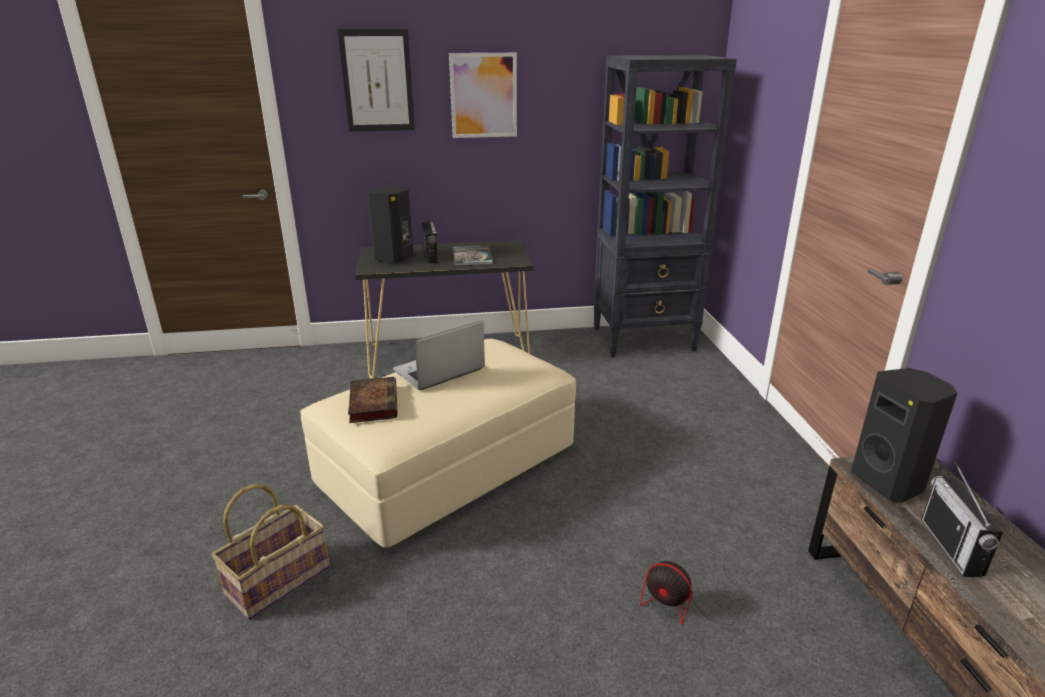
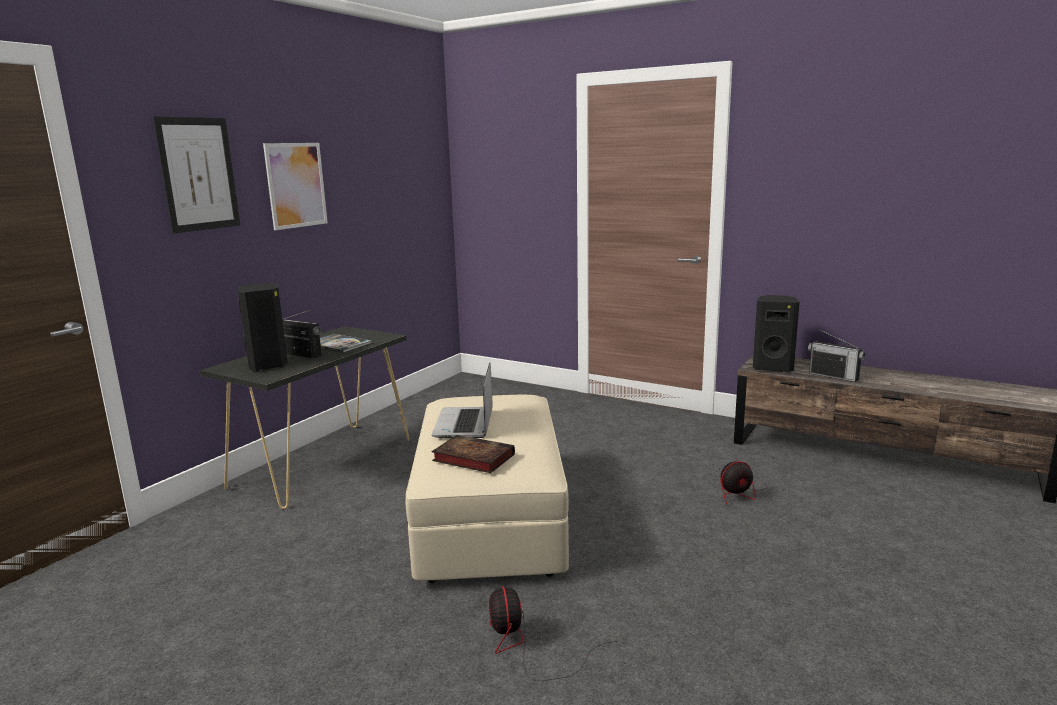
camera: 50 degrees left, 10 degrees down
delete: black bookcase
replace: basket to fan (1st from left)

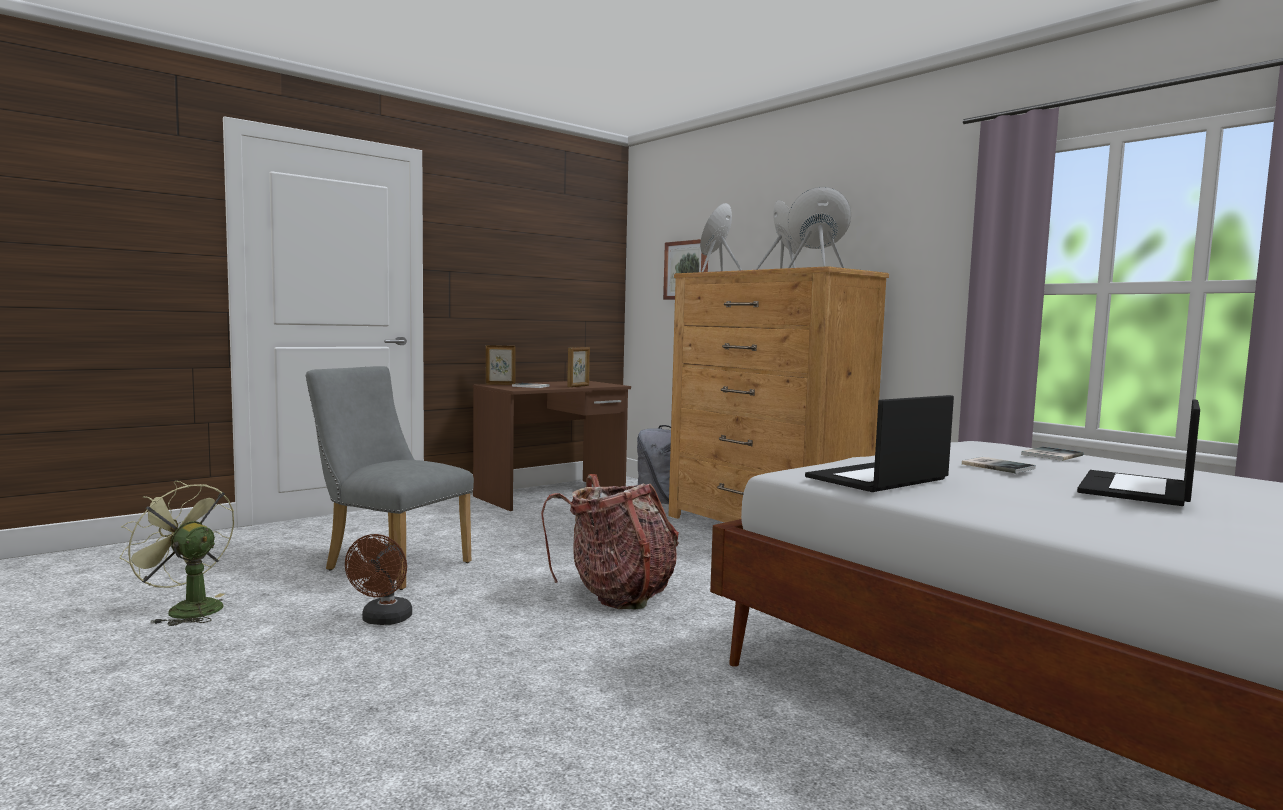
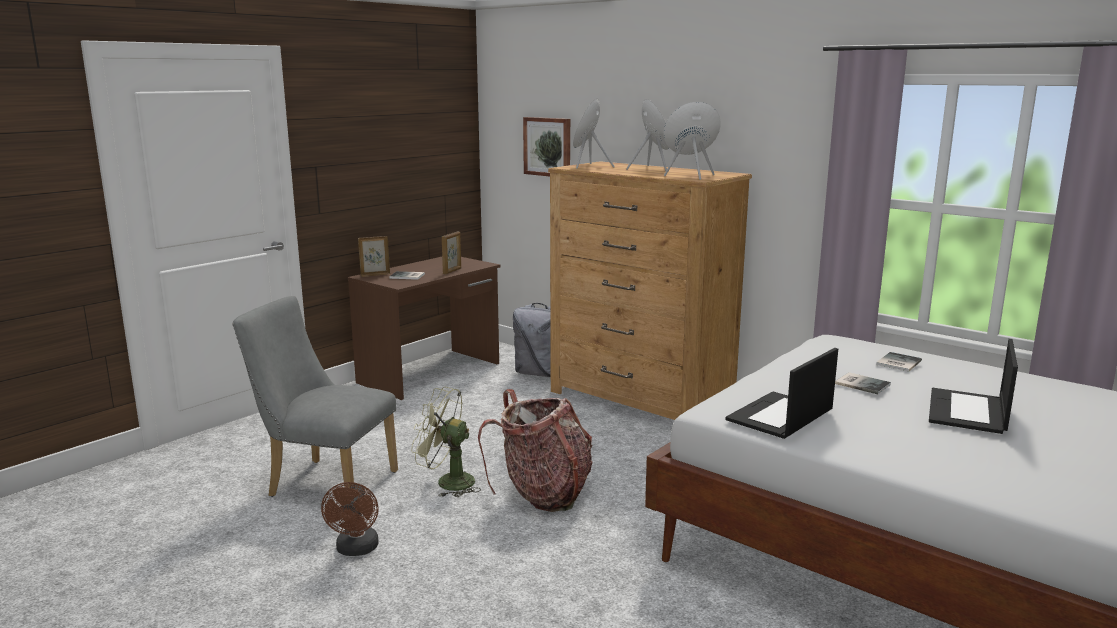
camera: 10 degrees left, 10 degrees up
move: green fan

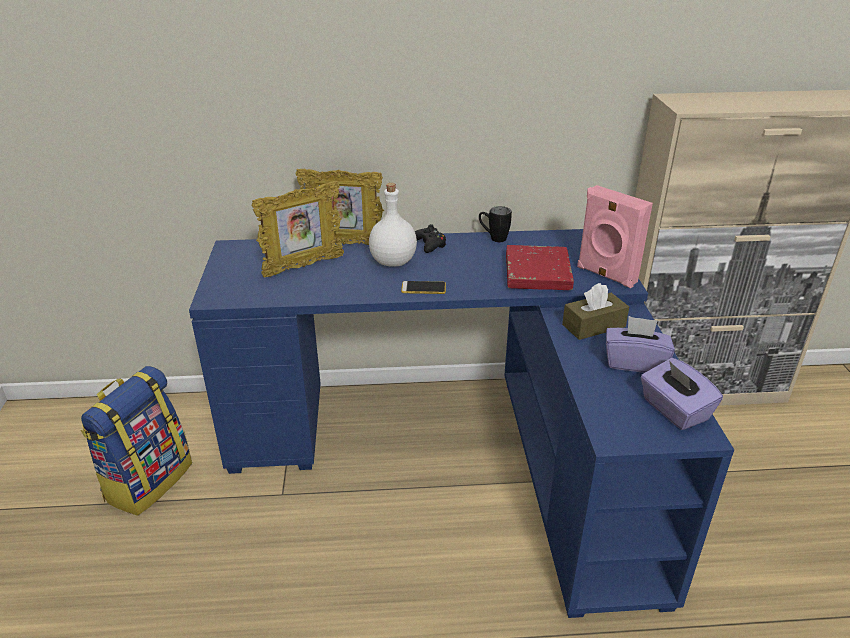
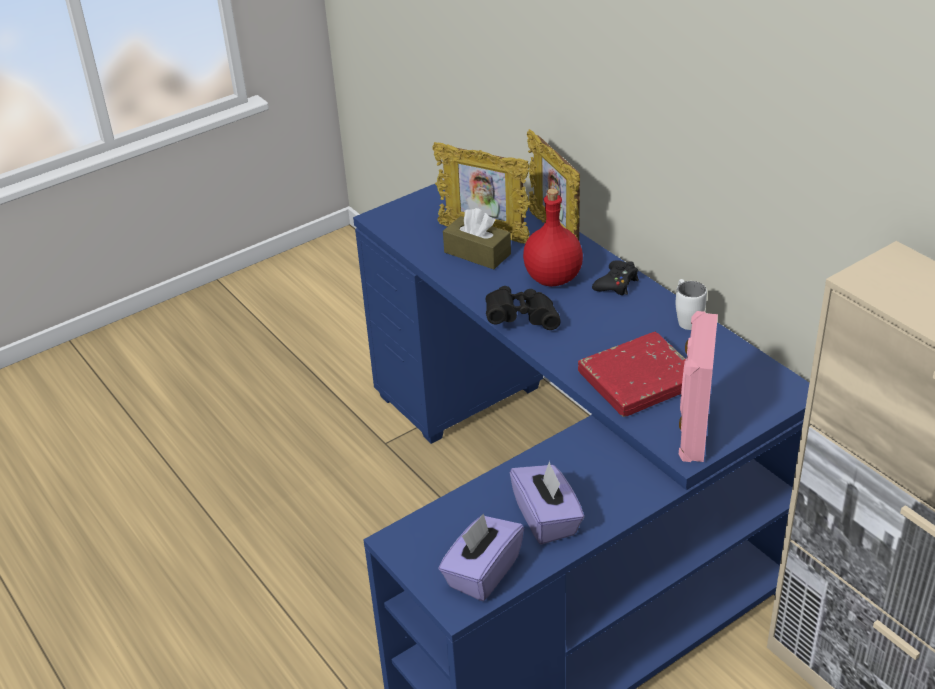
camera: 60 degrees right, 5 degrees up
delete: backpack
move: brown tissue box
replace: phone to black binoculars
recolor: white bottle to red bottle; black mug to white mug

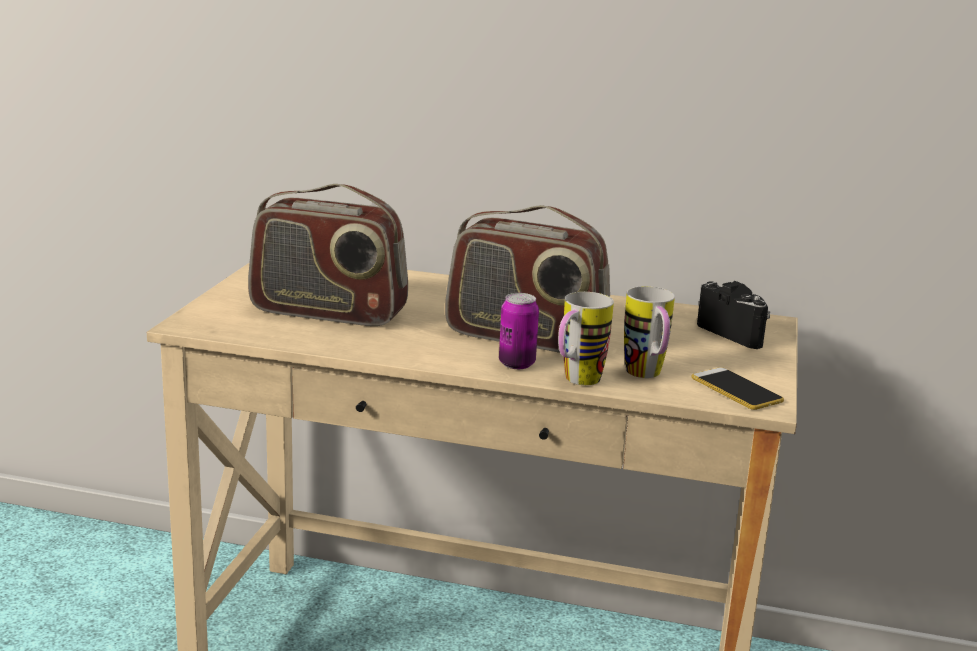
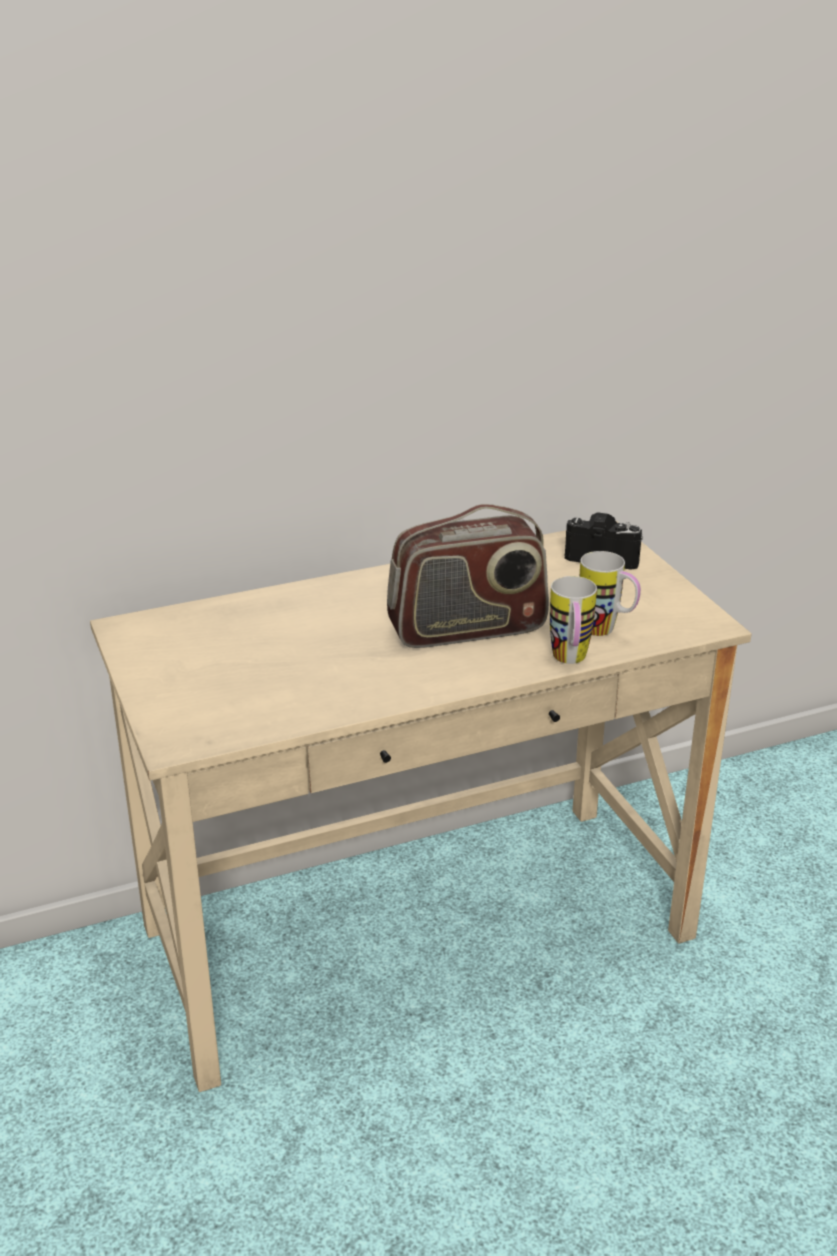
camera: 35 degrees left, 10 degrees up
delete: radio (1st from left); can; phone

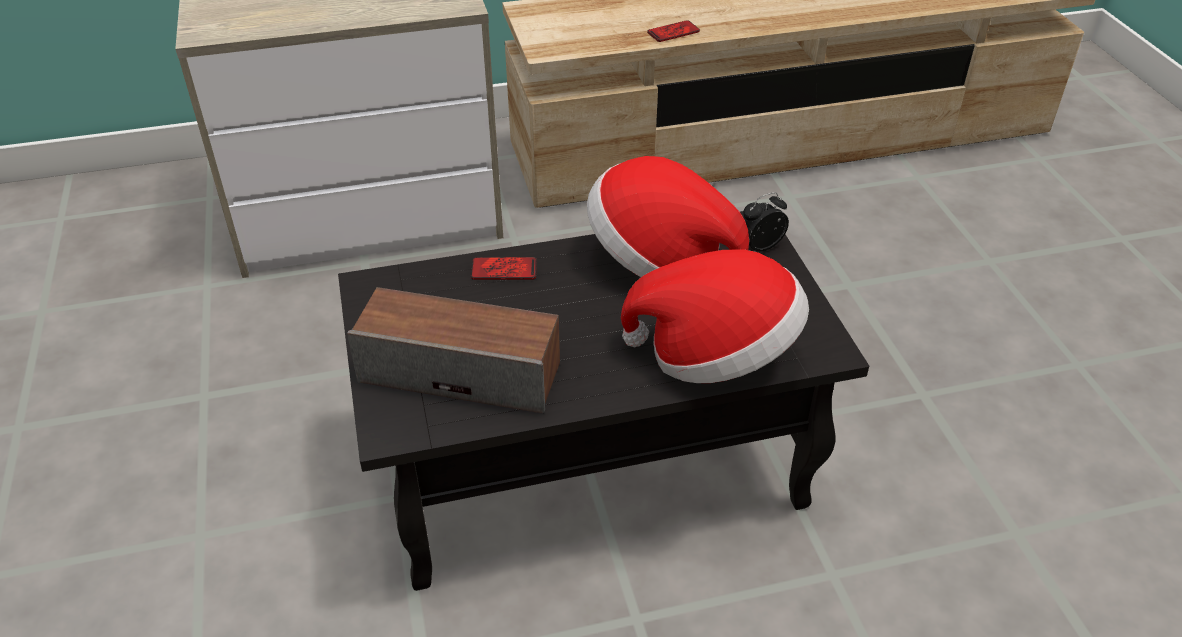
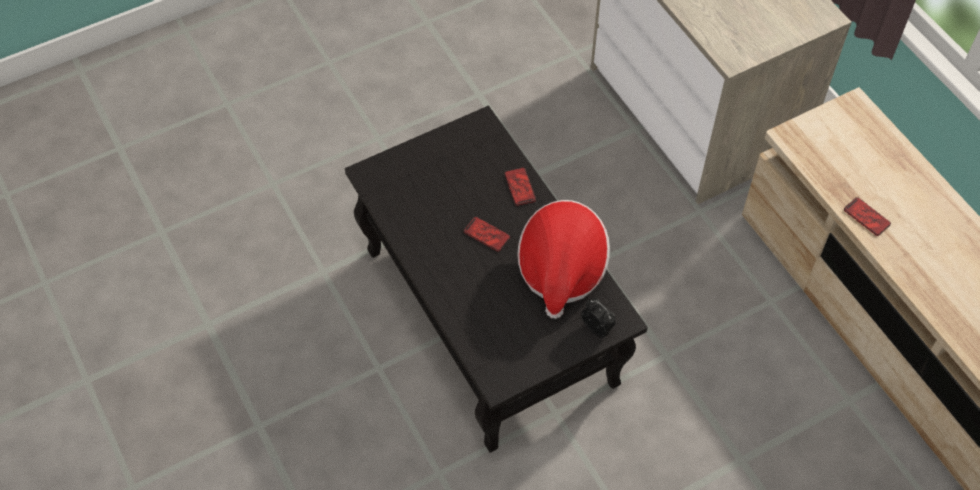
camera: 75 degrees right, 15 degrees up
delete: speaker; hat (2nd from left)
insert: phone (1st from left)

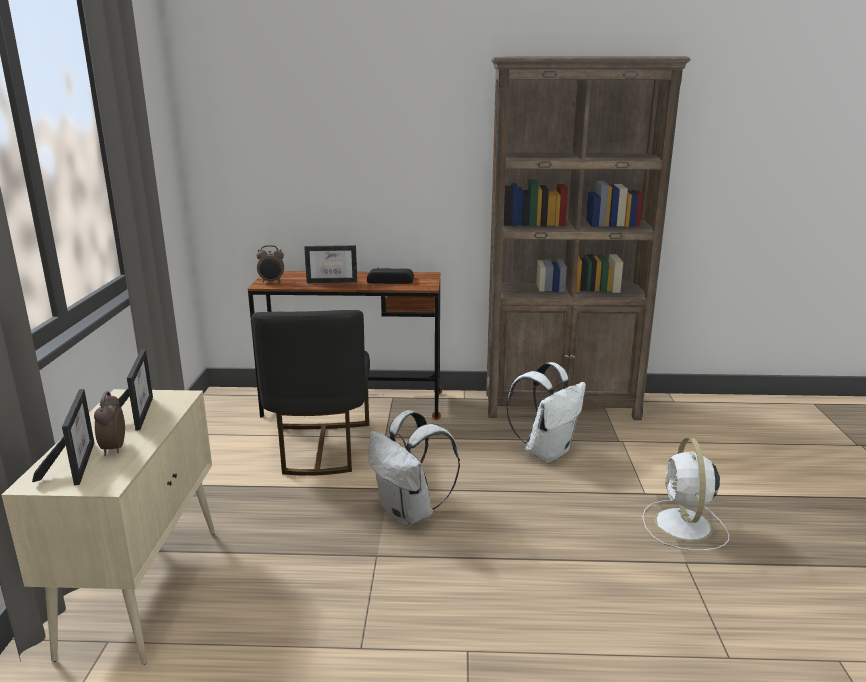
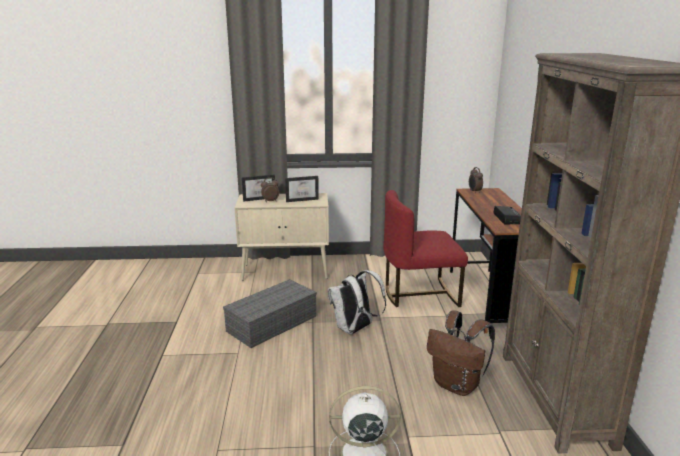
camera: 85 degrees right, 0 degrees up
delete: picture frame (3rd from left)
insert: grey storage box
recolor: black chair to red chair; white backpack (2nd from left) to brown backpack

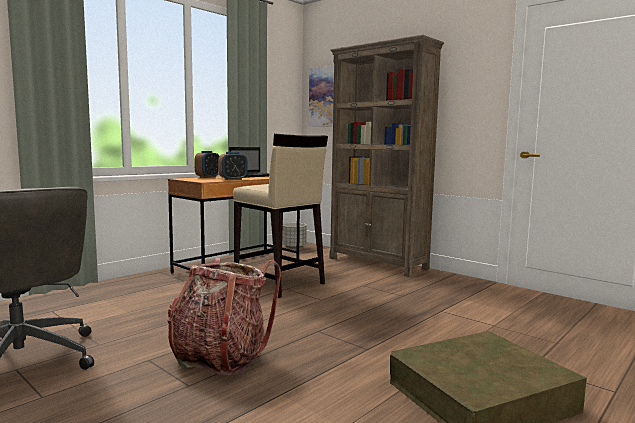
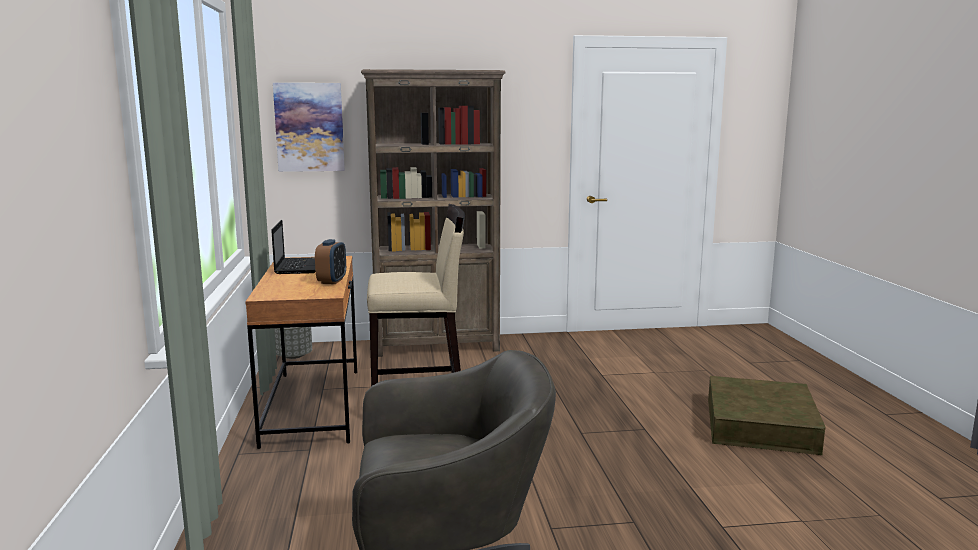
camera: 50 degrees left, 5 degrees up
delete: backpack; alarm clock (1st from left)

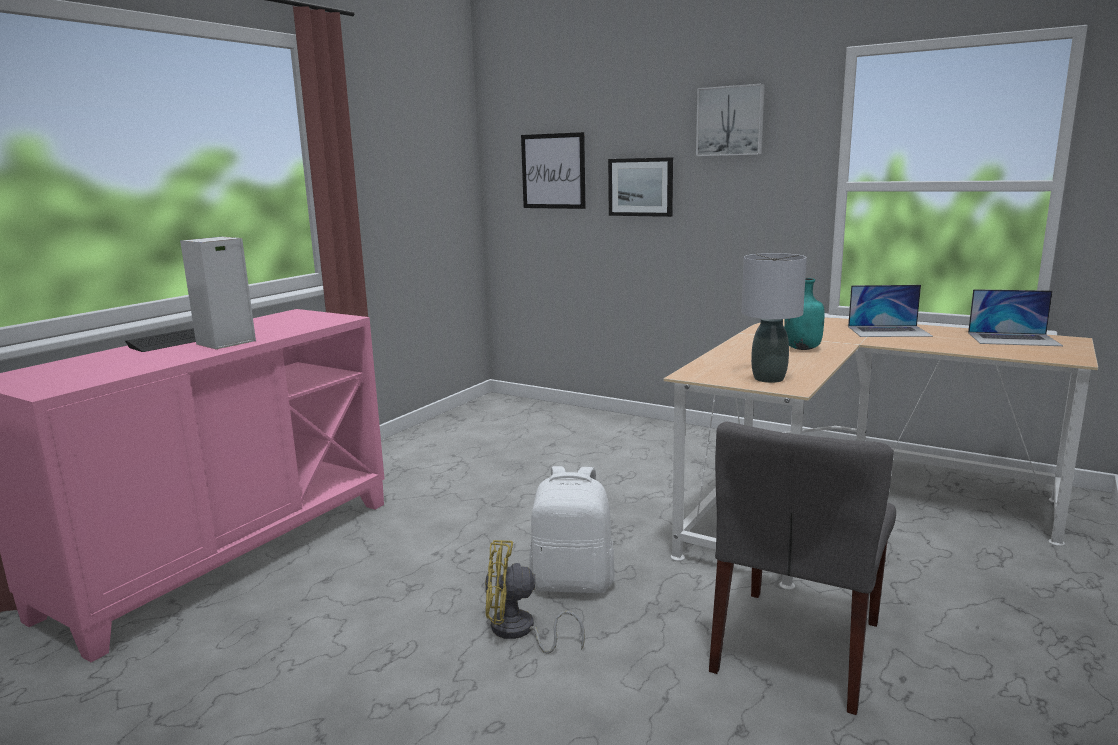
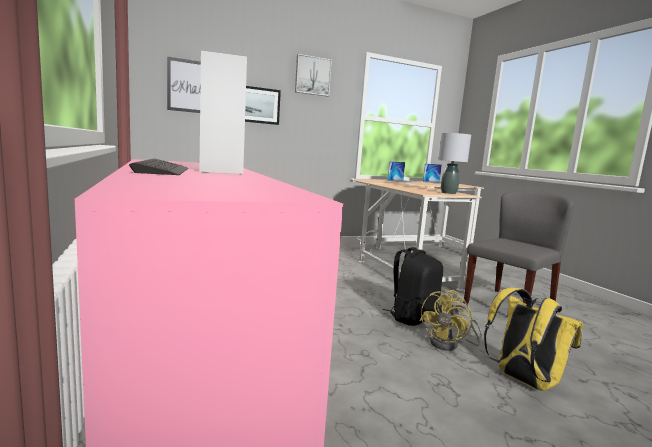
camera: 55 degrees left, 5 degrees down
delete: turquoise bottle
insert: yellow backpack
recolor: white backpack to black backpack
rotate: grey chair 105 degrees counterclockwise

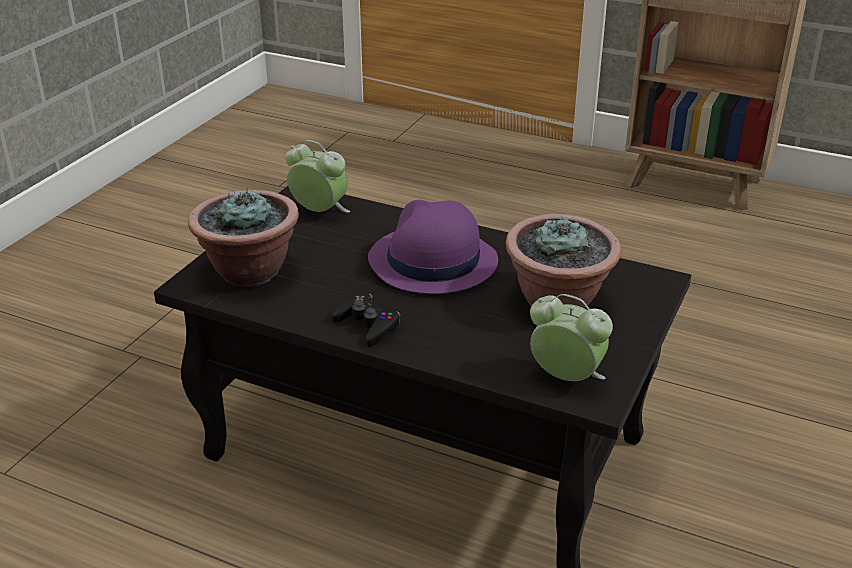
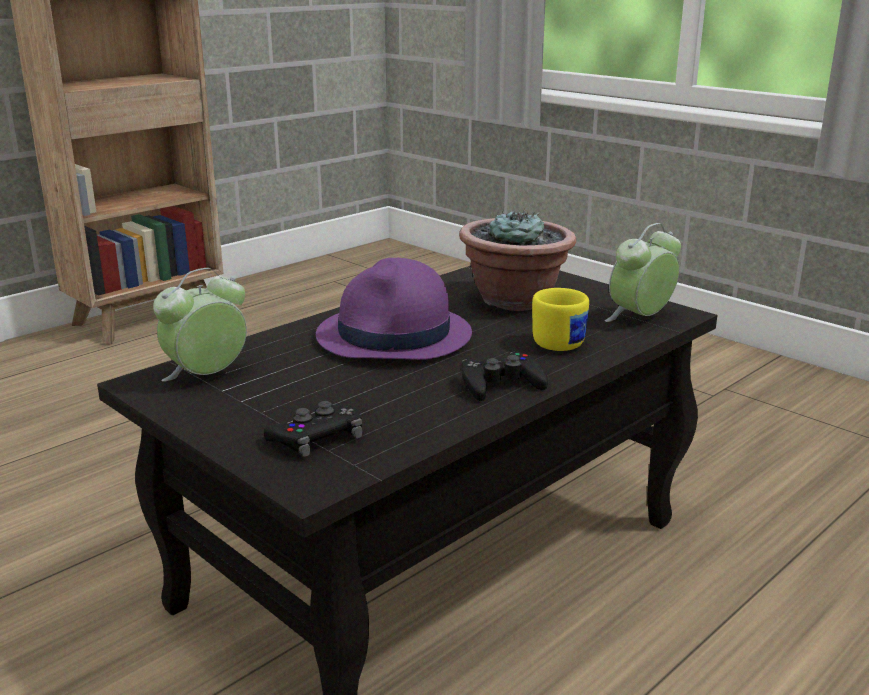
camera: 70 degrees left, 10 degrees down
insert: yellow mug
replace: potted plant (1st from left) to black game controller (1st from left)

